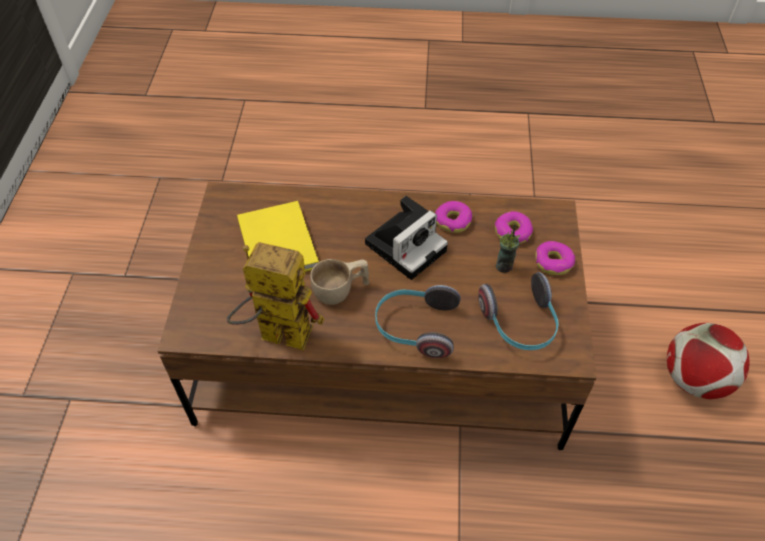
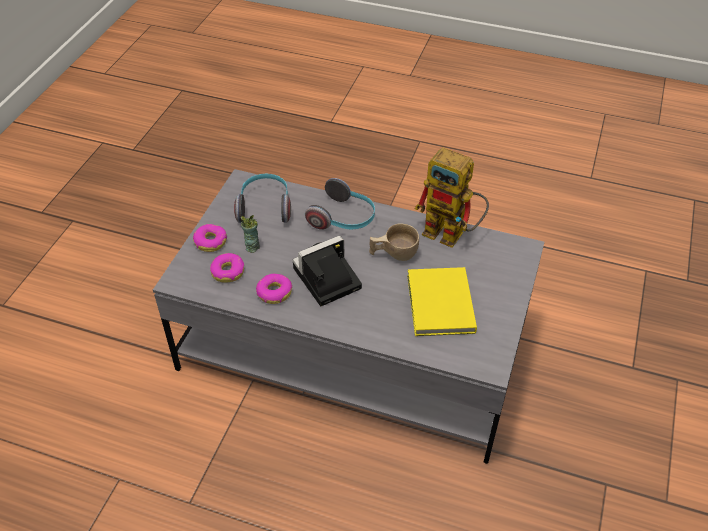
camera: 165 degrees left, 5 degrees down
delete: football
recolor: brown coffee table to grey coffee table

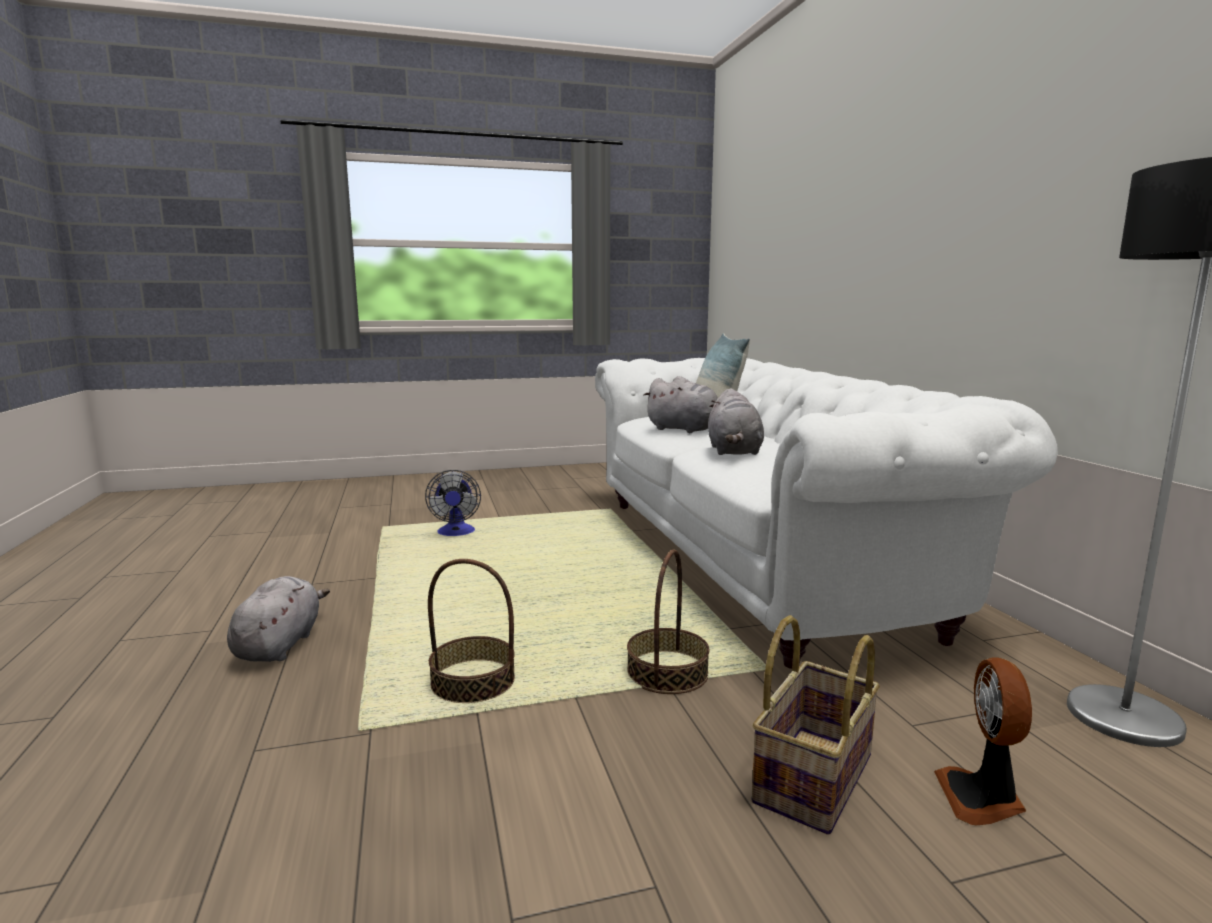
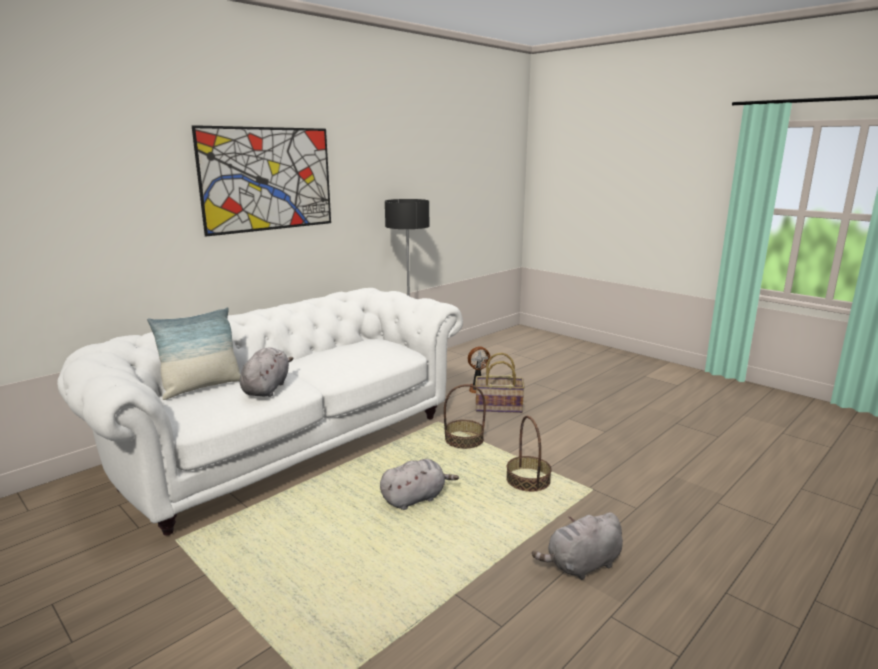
camera: 120 degrees left, 5 degrees up
delete: fan (1st from left)
insert: picture
move: grey plush toy (3rd from left in the first image) to grey plush toy (2nd from left)

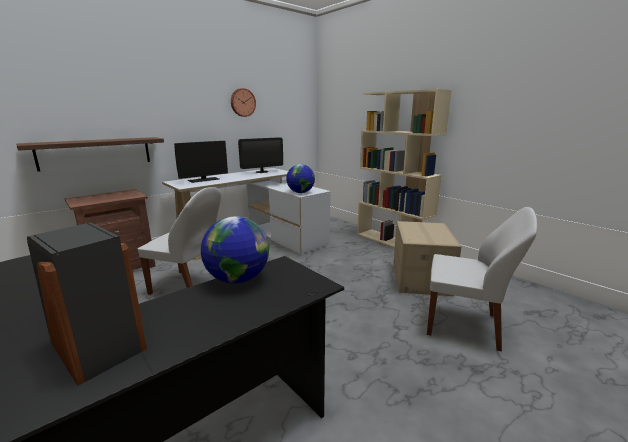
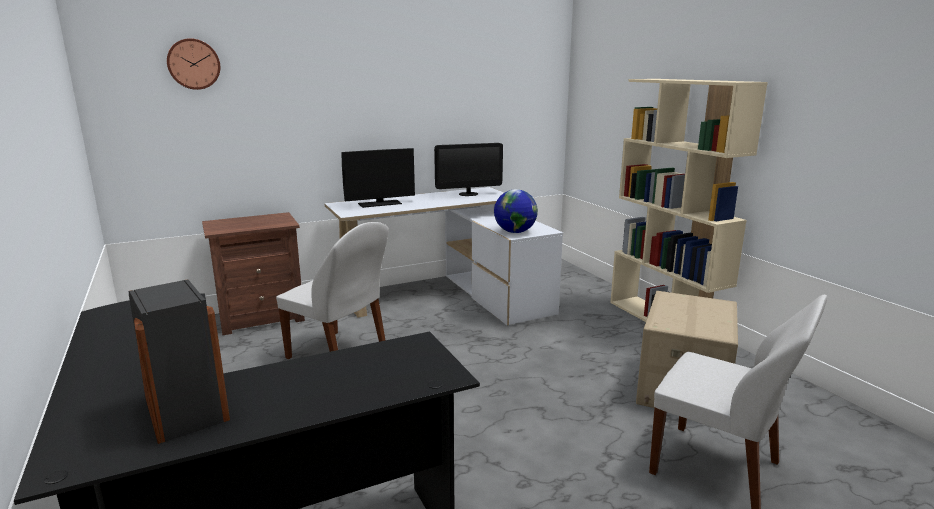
camera: 15 degrees right, 0 degrees up
delete: shelf; globe (1st from left)
move: wall clock

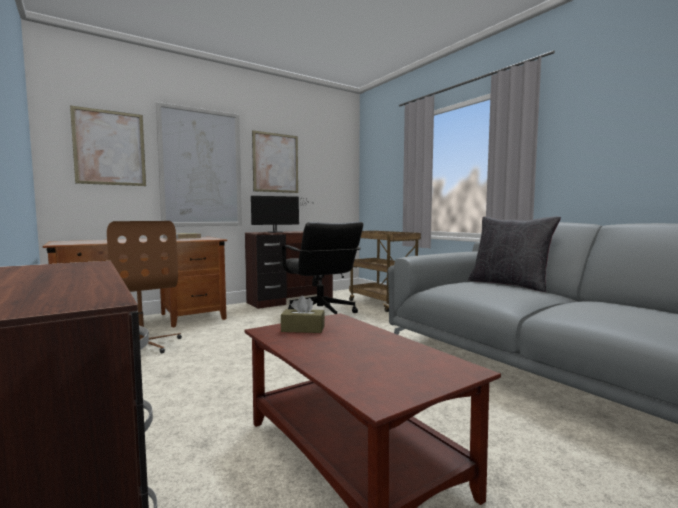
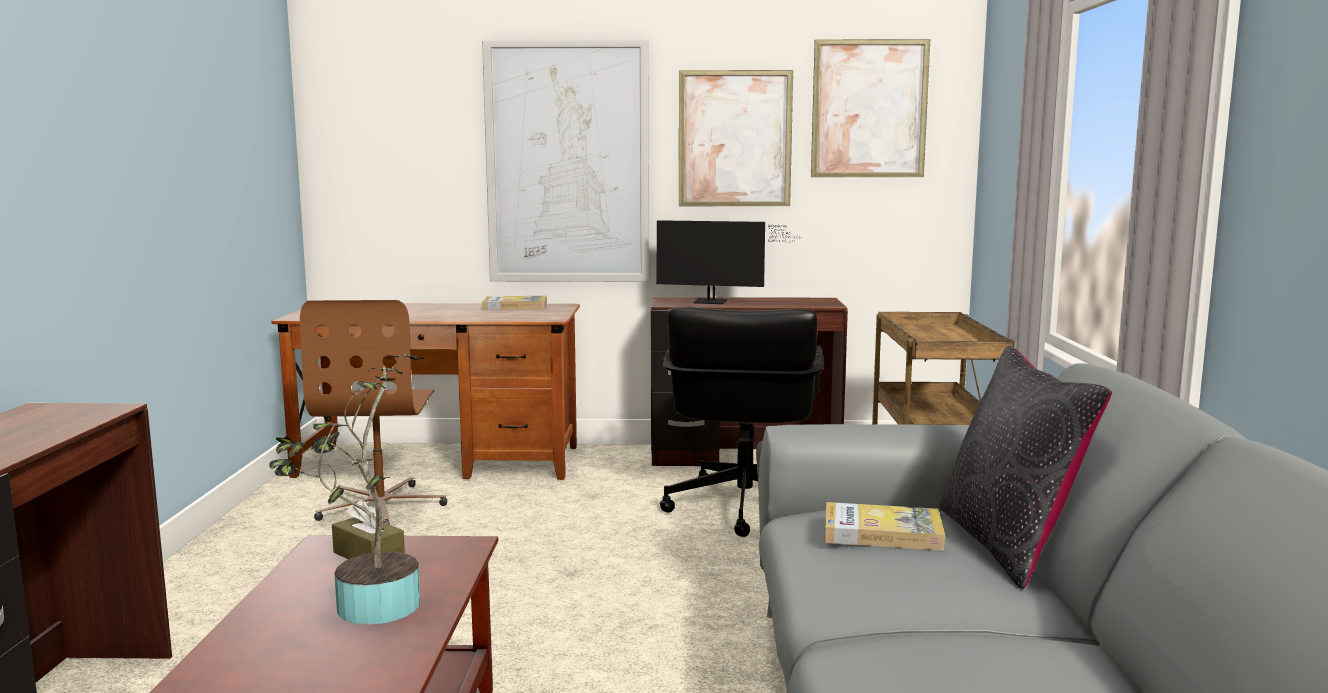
camera: 35 degrees right, 5 degrees up
insert: potted plant; book (2nd from left)
move: picture (1st from left in the first image) to picture (3rd from left)

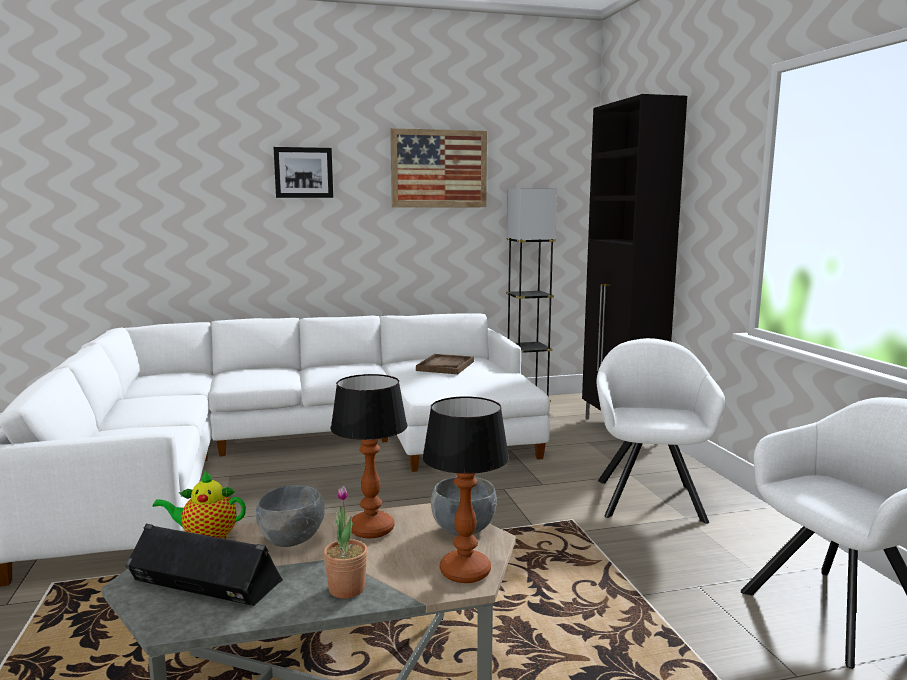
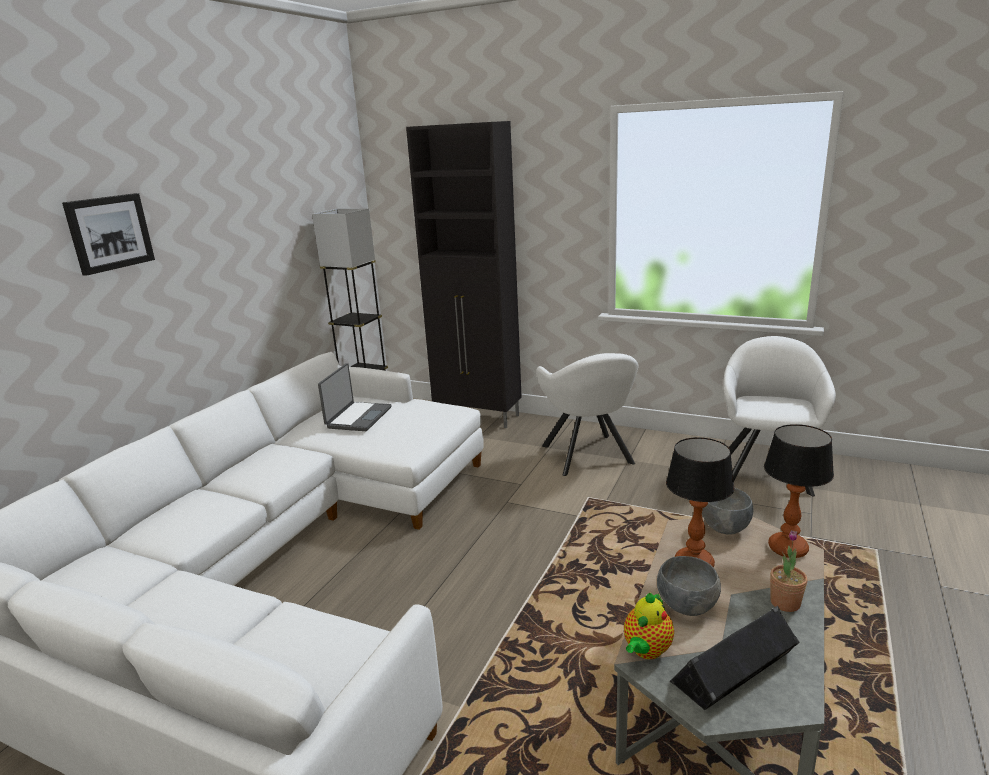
camera: 50 degrees left, 10 degrees up
delete: picture (2nd from left)
replace: brown tray to laptop
rotate: white armchair (1st from left) 150 degrees counterclockwise

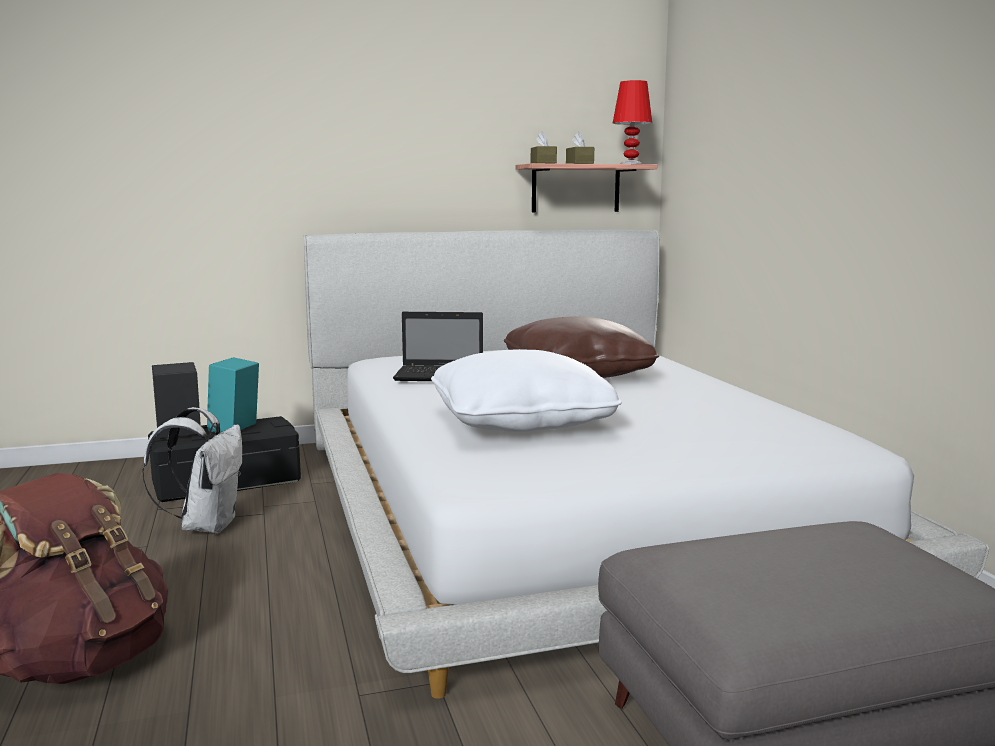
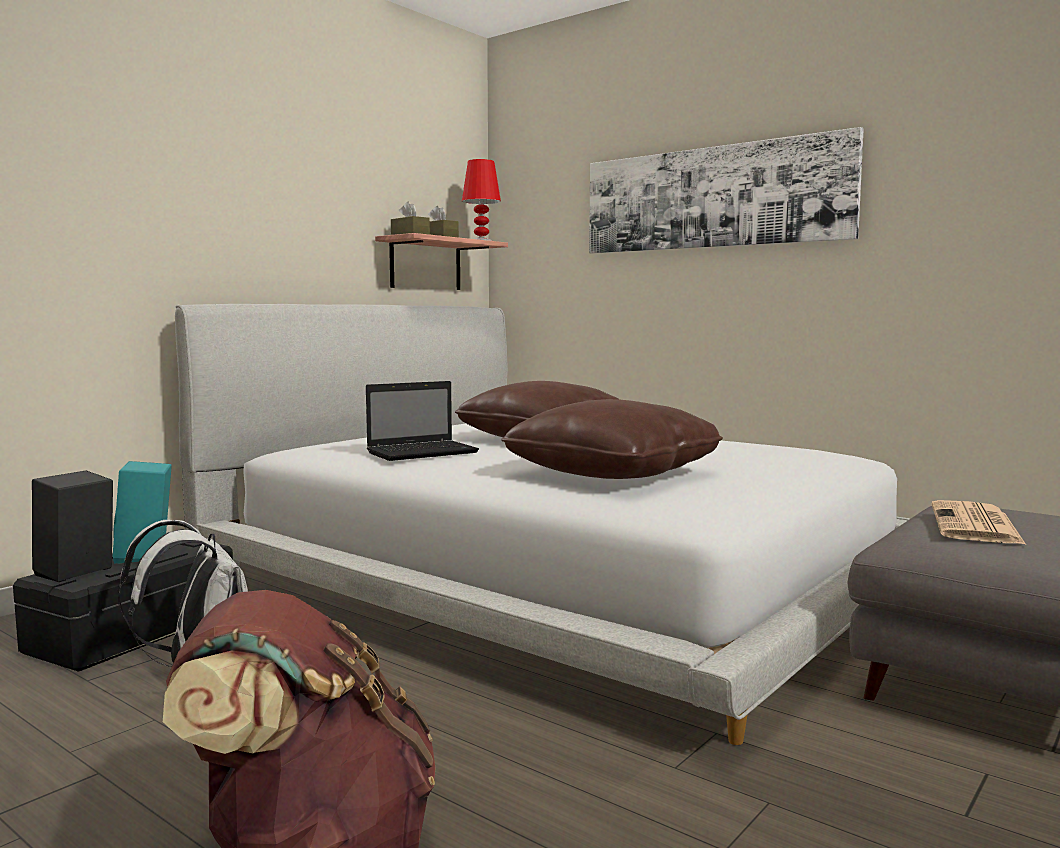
camera: 35 degrees left, 5 degrees down
insert: picture; newspaper
recolor: white pillow to brown pillow (2nd from left)

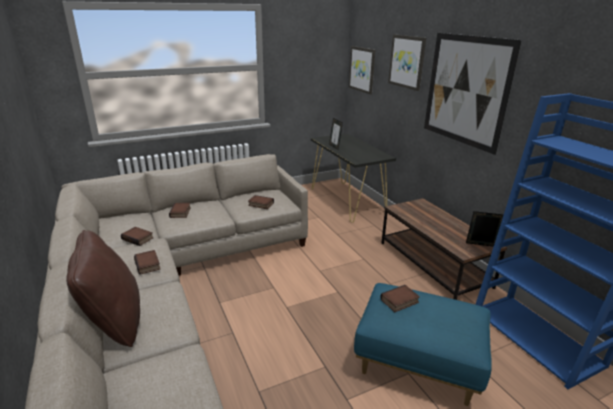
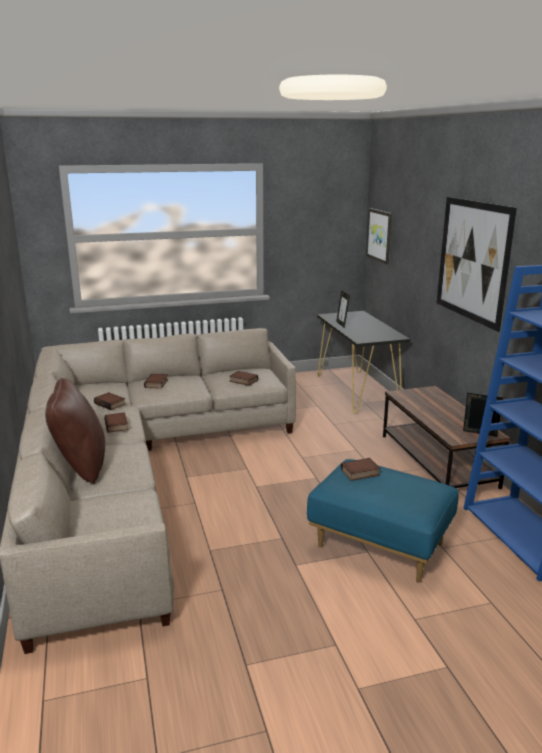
camera: 10 degrees right, 5 degrees down
delete: picture (2nd from left)

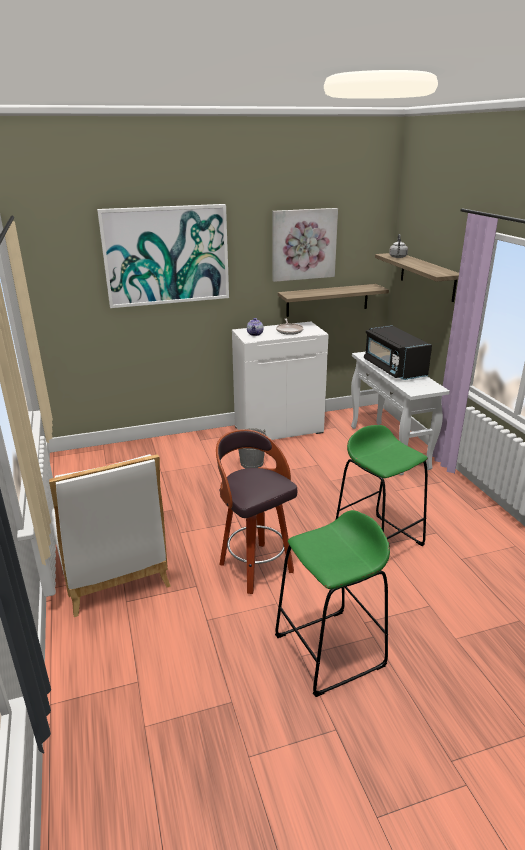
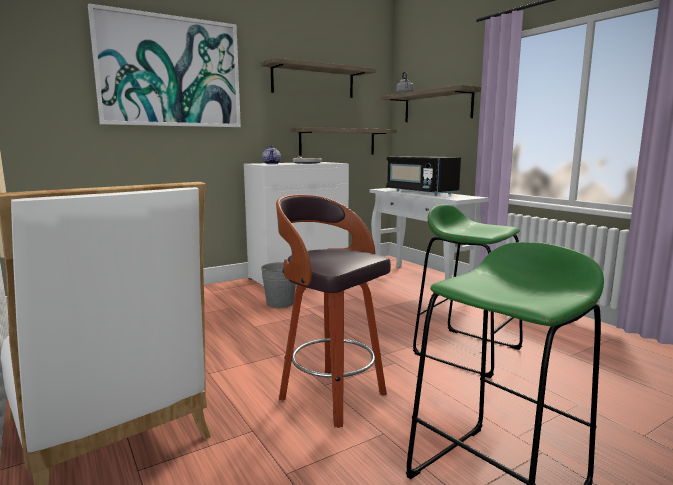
camera: 15 degrees left, 15 degrees down
replace: picture (2nd from left) to shelf (1st from left)

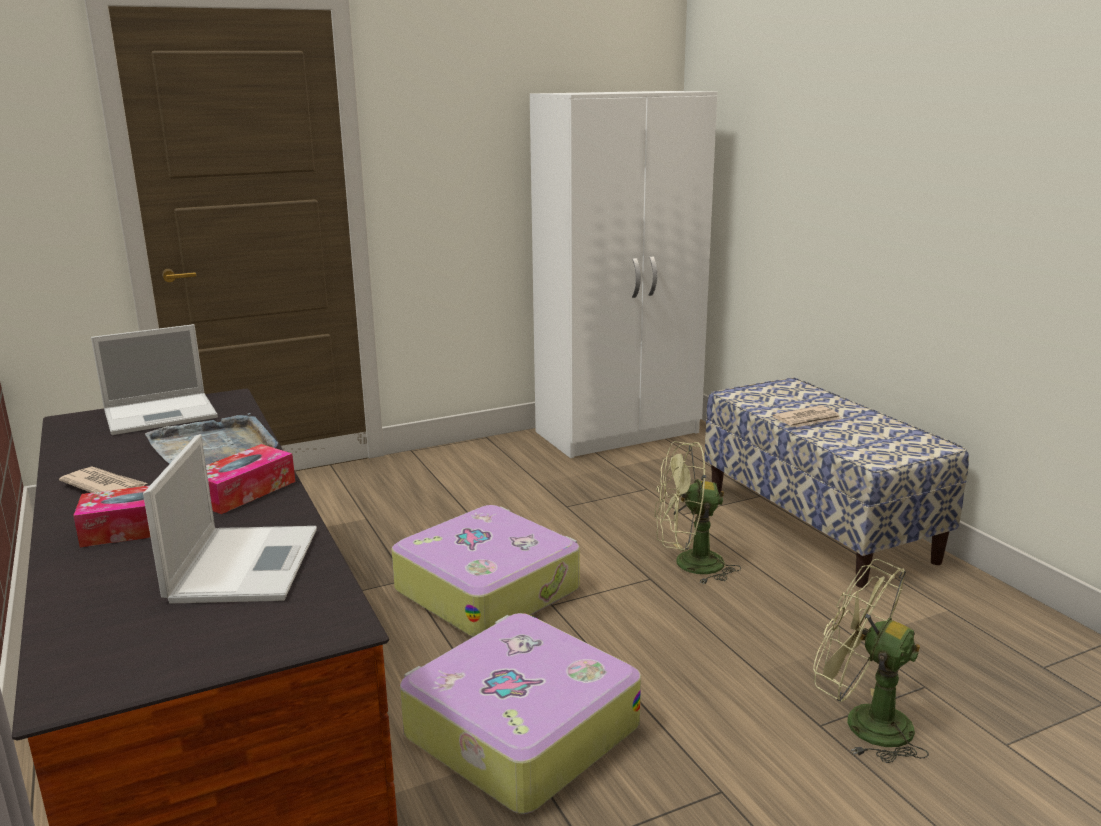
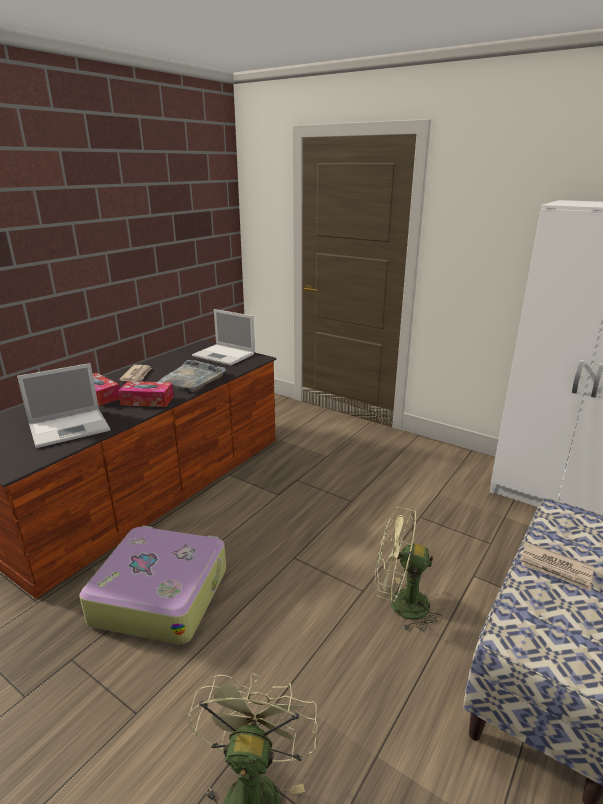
camera: 60 degrees right, 5 degrees up
delete: suitcase (1st from left)
rotate: green fan (1st from left in the first image) 45 degrees counterclockwise

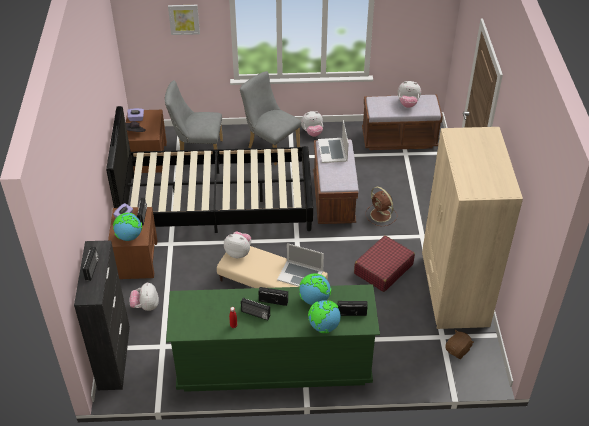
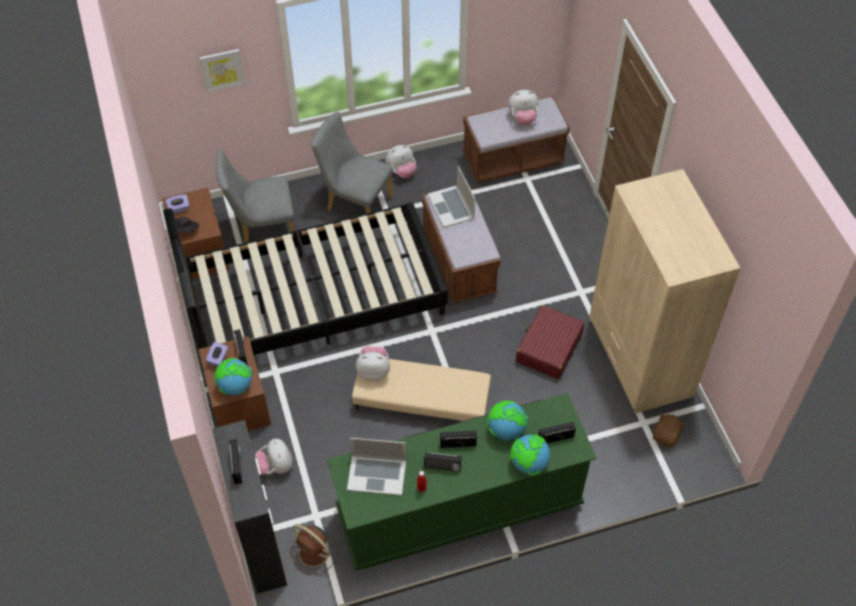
camera: 15 degrees left, 10 degrees up
move: laptop (1st from left); brown fan

